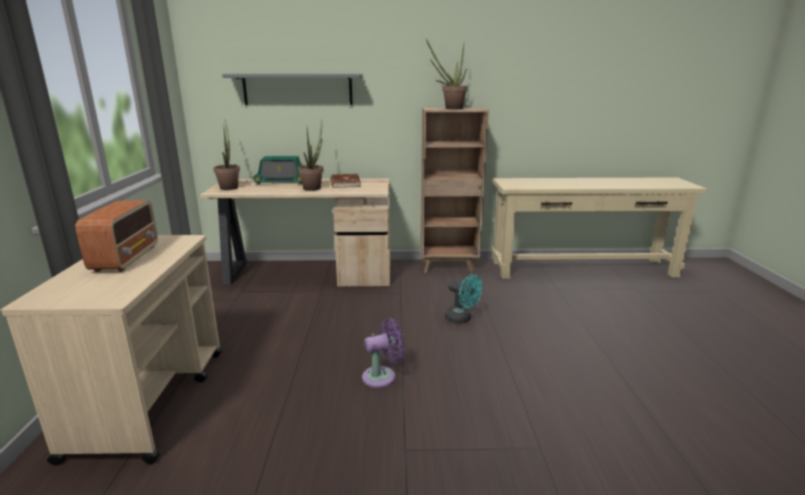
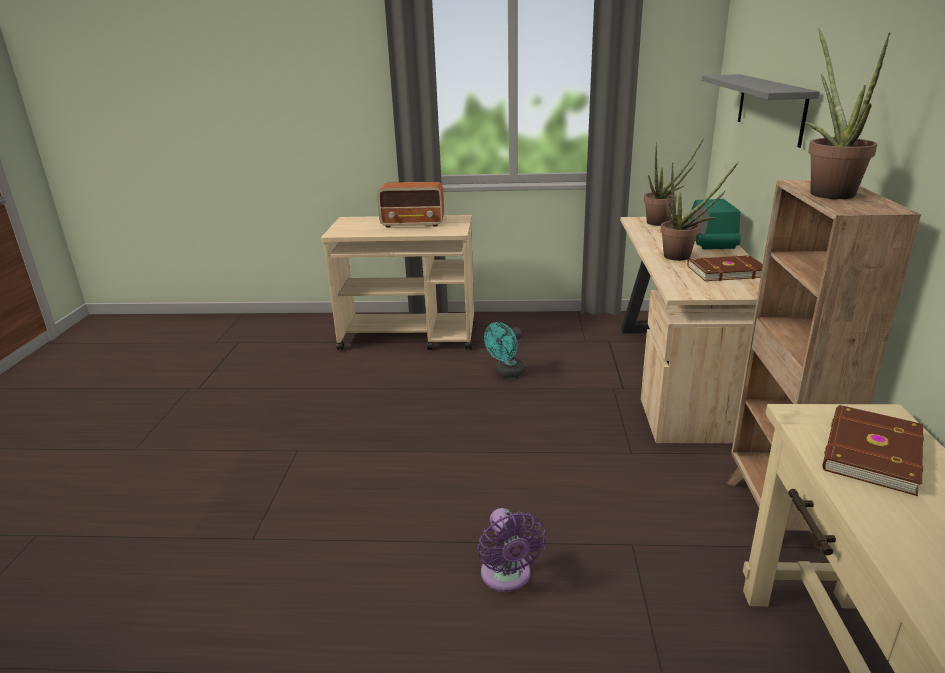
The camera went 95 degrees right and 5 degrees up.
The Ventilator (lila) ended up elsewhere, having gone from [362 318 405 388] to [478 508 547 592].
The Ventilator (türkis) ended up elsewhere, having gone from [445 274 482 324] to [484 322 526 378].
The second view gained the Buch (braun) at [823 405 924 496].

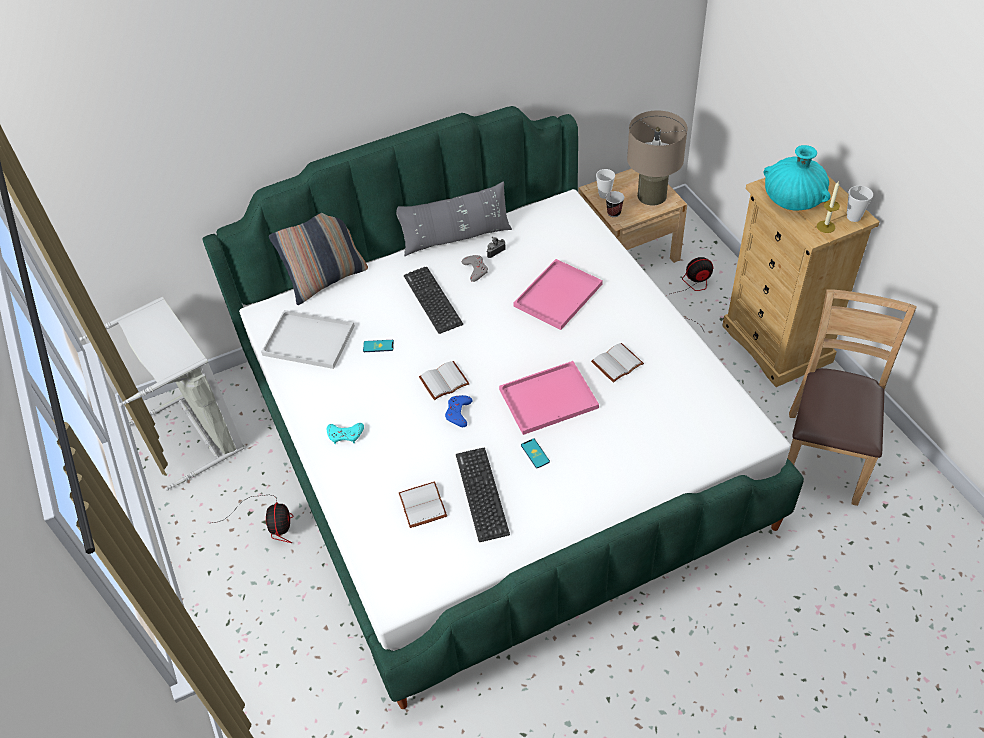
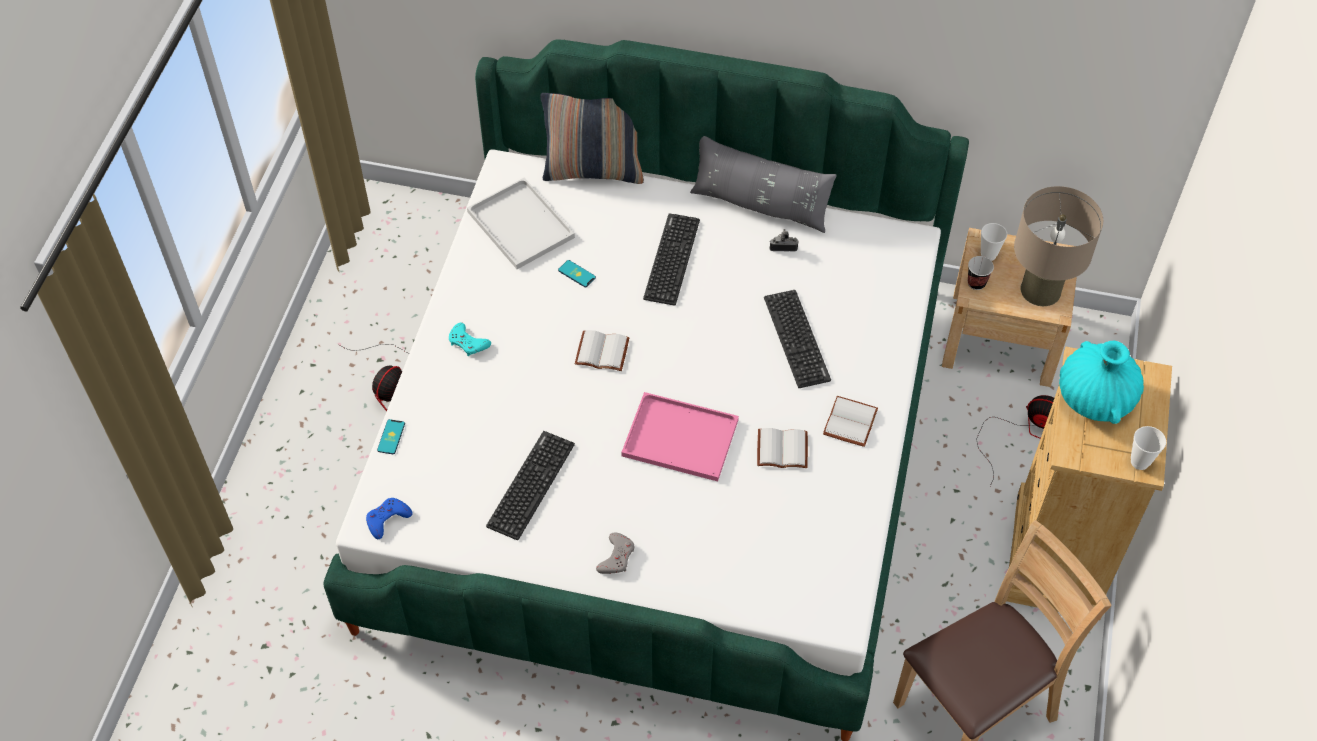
The camera went 35 degrees right and 5 degrees up.
The second view lost the Wäschekorb (grau) at [79 297 244 490].
The Buch (weiß) ended up elsewhere, having gone from [399 482 447 528] to [823 396 878 447].
The Gamepad (blau) ended up elsewhere, having gone from [445 395 472 427] to [366 498 413 539].
The Gamepad (grau) ended up elsewhere, having gone from [462 255 488 282] to [596 532 634 574].
Where the Tablett (rosa) stood at [513 259 603 330], the Tastatur came to stand at [764 290 831 388].
The Handy ended up elsewhere, having gone from [521 438 550 468] to [377 419 405 454].
The second view lost the Kerze at [817 181 840 233].

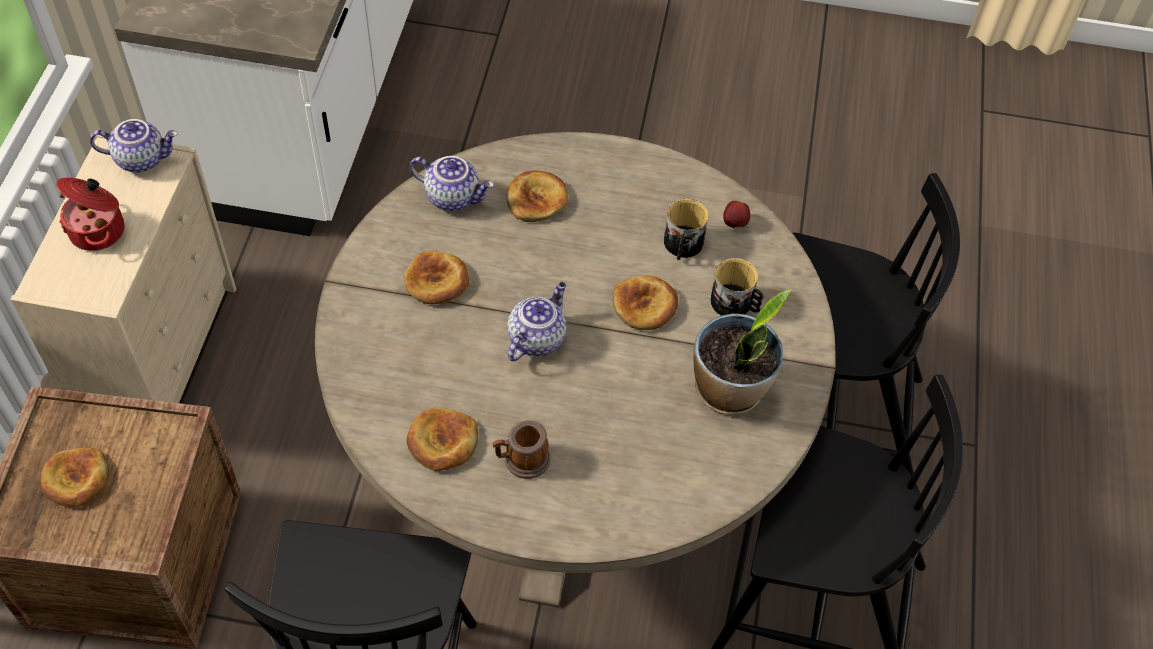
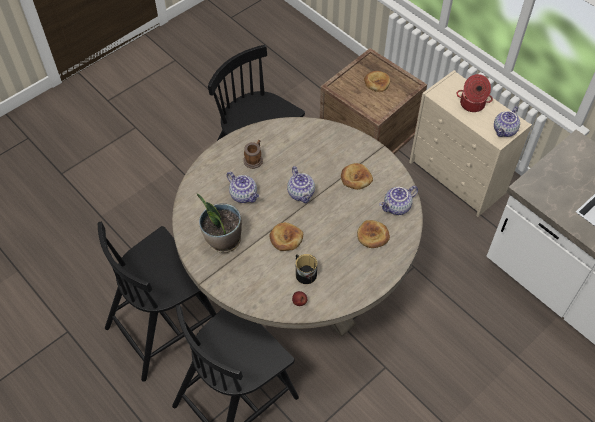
The camera went 130 degrees right and 0 degrees up.
The second view lost the Brot at [406 407 478 471].
The second view lost the Henkelbecher at [710 258 763 316].
The second view gained the Teekanne at [227 172 259 203].

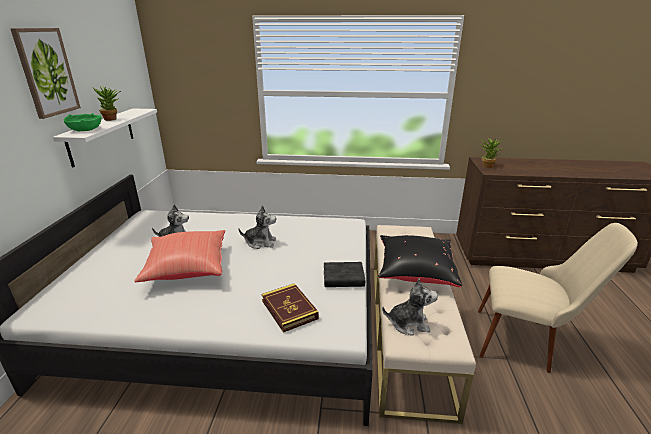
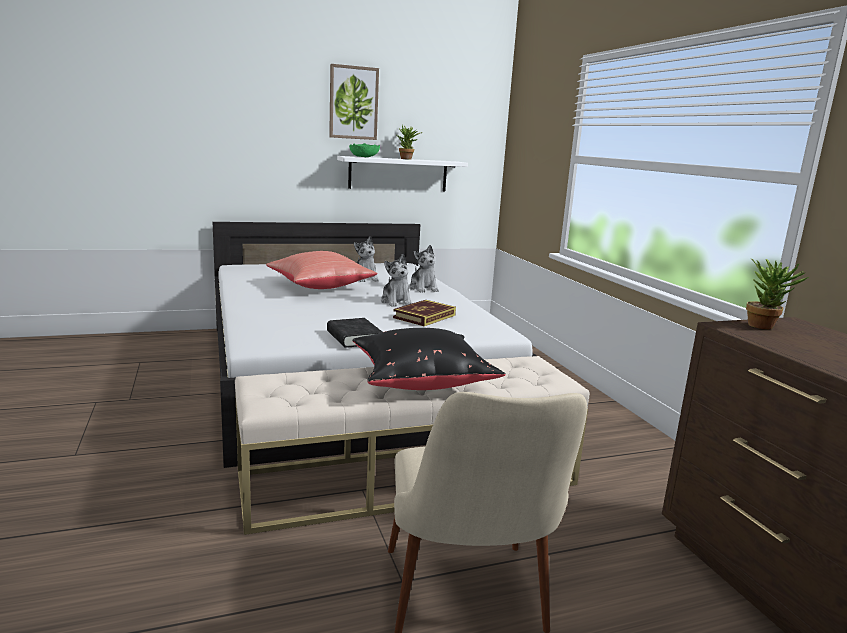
The camera went 65 degrees right and 10 degrees down.
The Buch ended up elsewhere, having gone from [262 283 319 333] to [393 300 456 326].
The Plüschtier ended up elsewhere, having gone from [382 278 438 336] to [409 245 439 292].

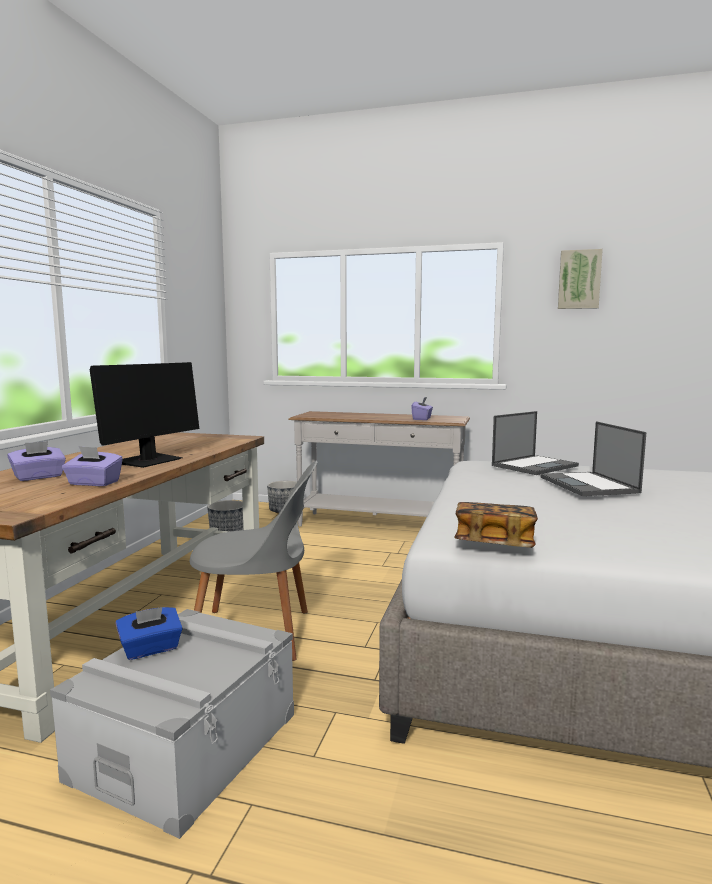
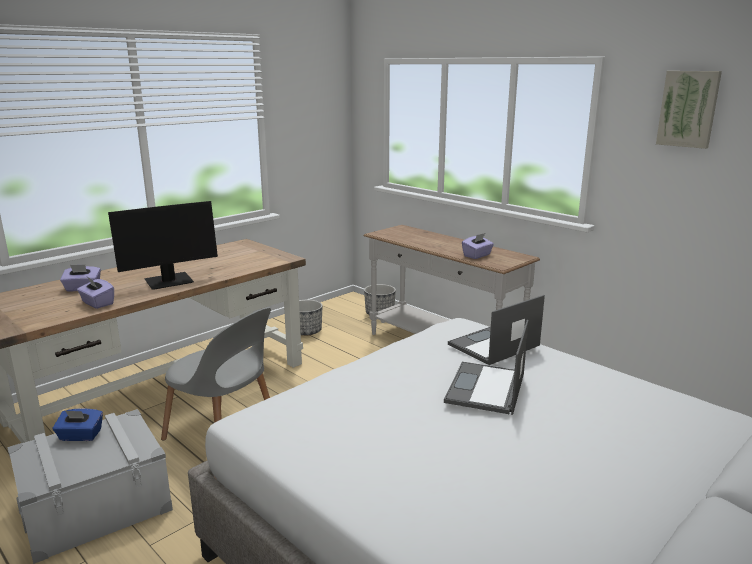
The camera went 30 degrees right and 10 degrees up.
The second view lost the Buch at [454 502 538 548].
The Laptop at [492 411 579 475] ended up facing another way, 150 degrees clockwise from before.

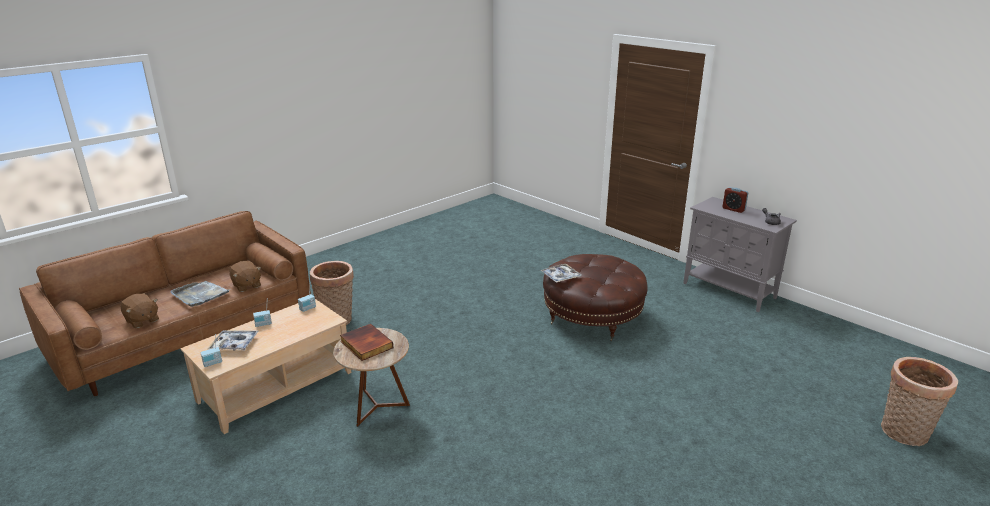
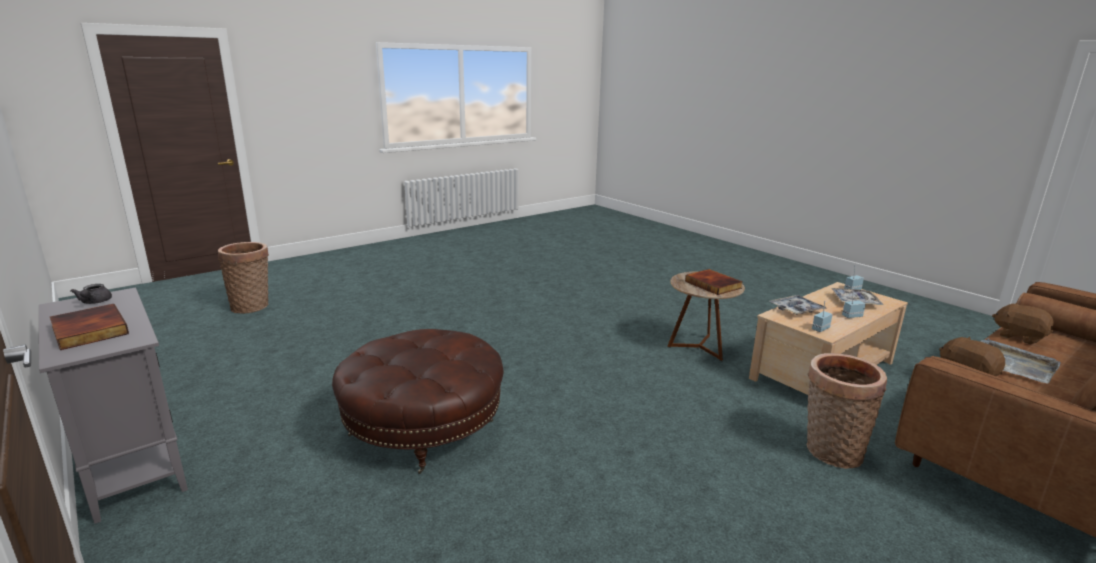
The camera went 175 degrees left and 5 degrees down.
The Tablett ended up elsewhere, having gone from [540 264 582 283] to [770 295 827 315].
Where the Wecker stood at [722 187 748 213], the Buch came to stand at [50 304 129 350].

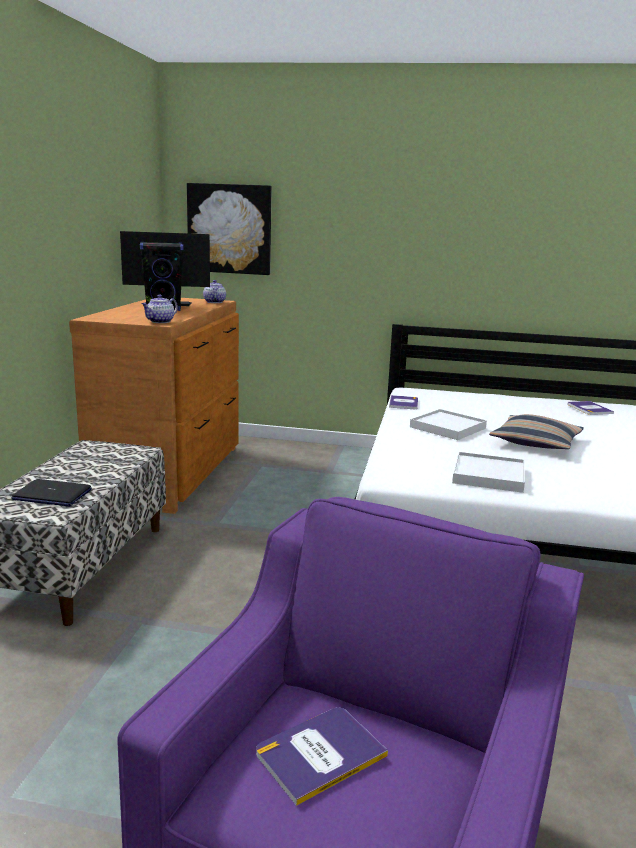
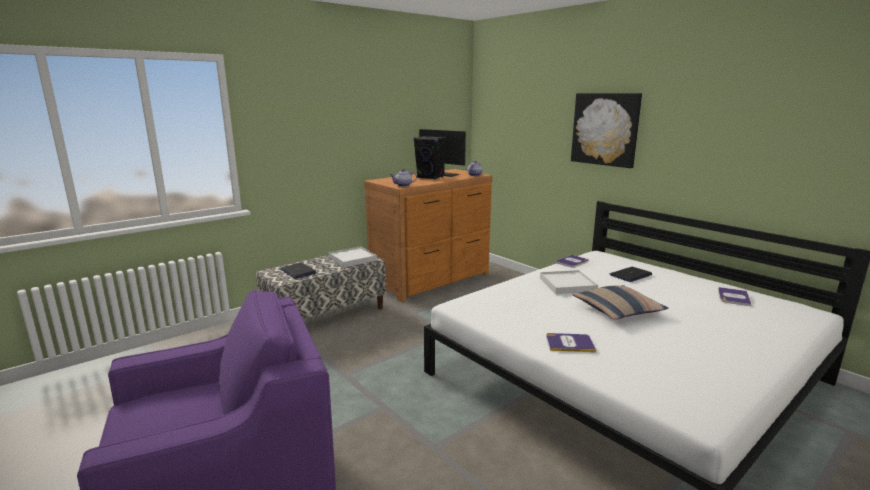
The camera went 40 degrees right and 0 degrees up.
The Bild ended up elsewhere, having gone from [187 183 272 275] to [571 93 642 168].
The Buch ended up elsewhere, having gone from [256 707 388 806] to [546 333 596 352].
The Tablett (weiß) ended up elsewhere, having gone from [452 452 525 493] to [329 246 377 267].
The second view gained the Laptop at [610 267 652 282].

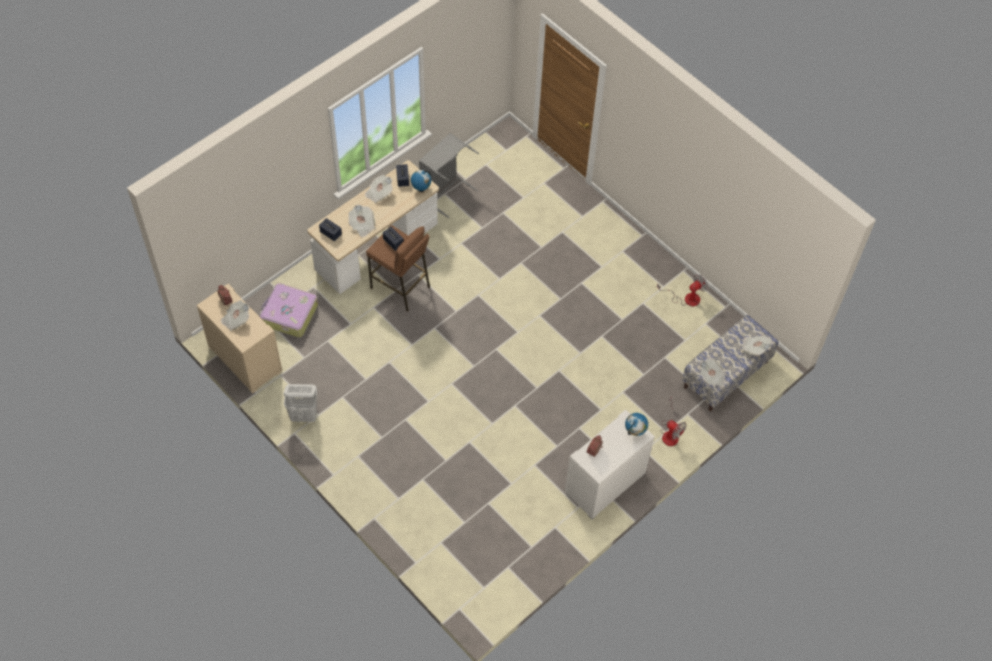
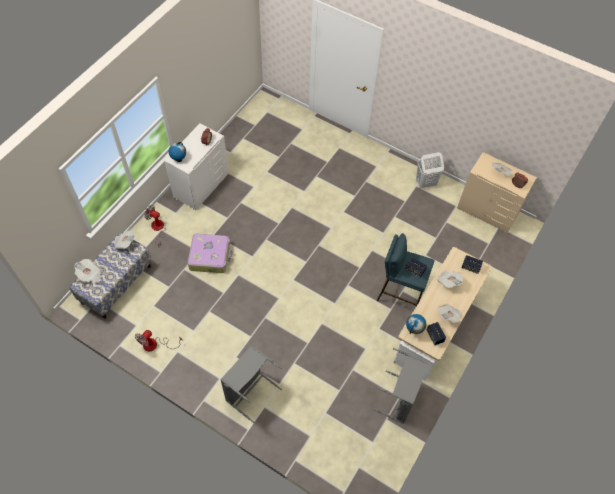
The camera went 165 degrees right and 0 degrees up.
The Koffer ended up elsewhere, having gone from [260 283 318 337] to [188 234 233 273].
What was the Hocker (braun) at [366 225 430 312] turned into the Hocker (blau) at [377 233 435 306].
The second view gained the Wäschekorb (grau) at [220 345 282 423].

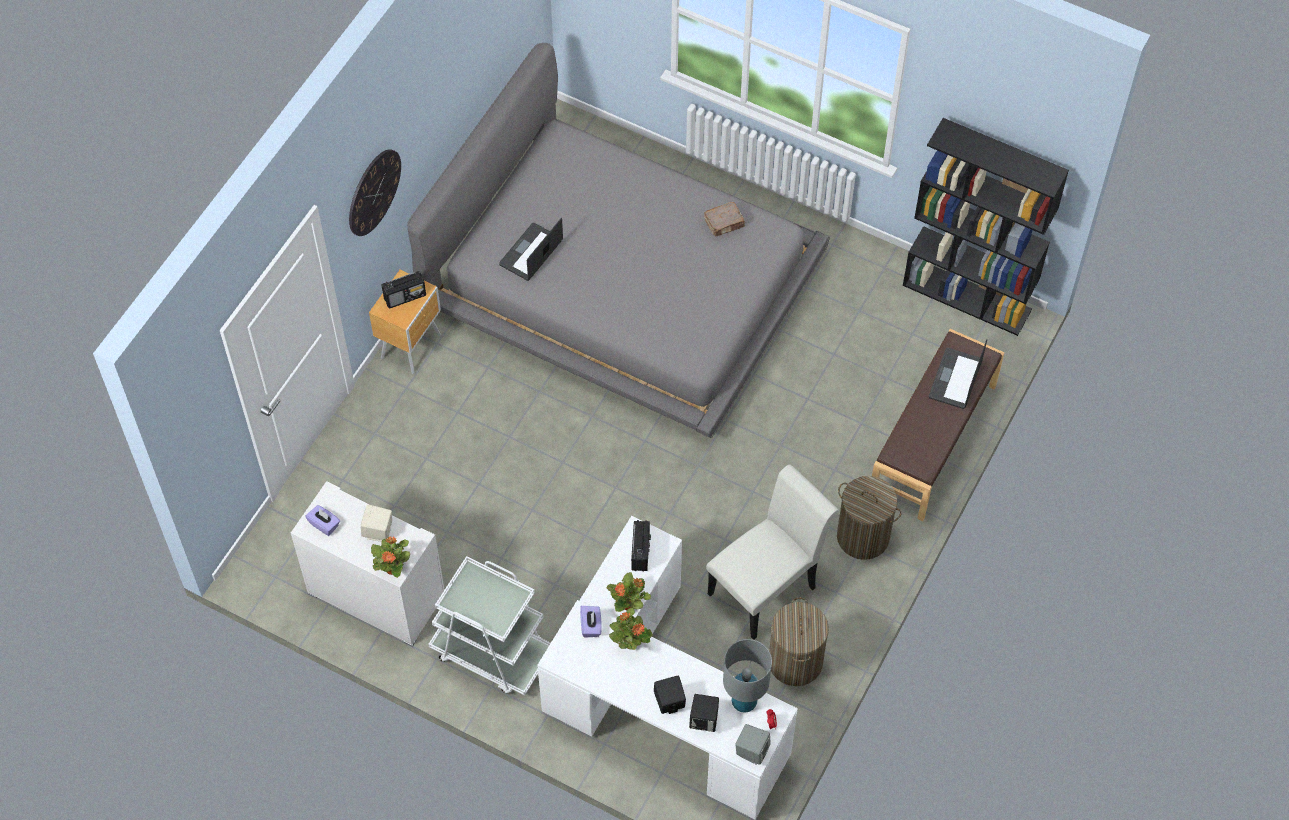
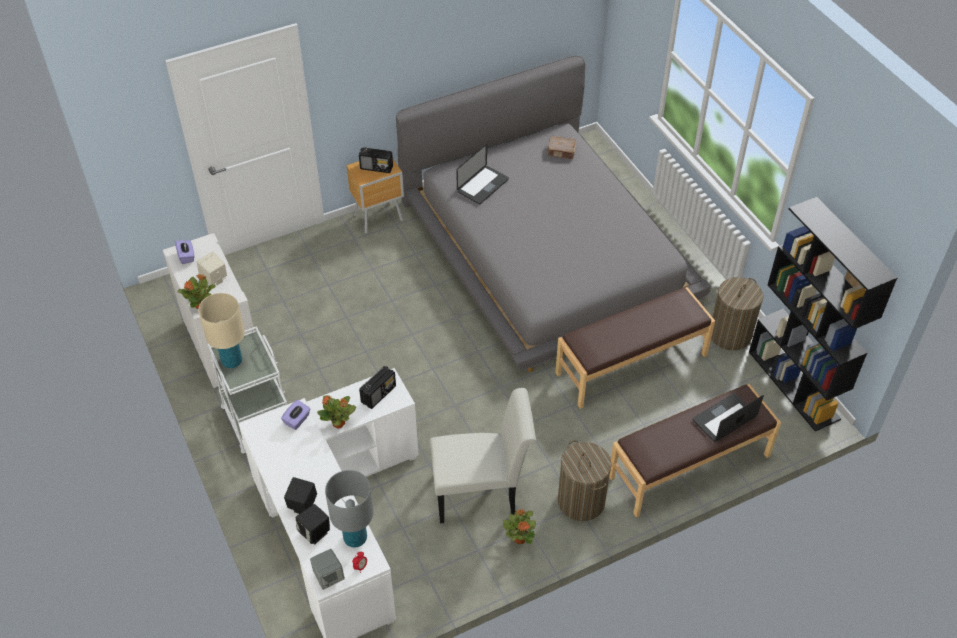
The camera went 35 degrees right and 10 degrees down.
The second view lost the Wanduhr at [349 149 401 236].
The Laptop at [499 218 563 281] ended up facing another way, 150 degrees clockwise from before.
The Topfpflanze ended up elsewhere, having gone from [609 608 653 650] to [503 509 536 544].
The Buch (braun) ended up elsewhere, having gone from [704 202 745 236] to [548 136 576 159].
The Wäschekorb ended up elsewhere, having gone from [769 597 829 686] to [711 277 763 350].
The second view gained the Tischlampe (beige) at [198 293 245 368].
The second view gained the Bank (braun) at [555 287 715 409].

